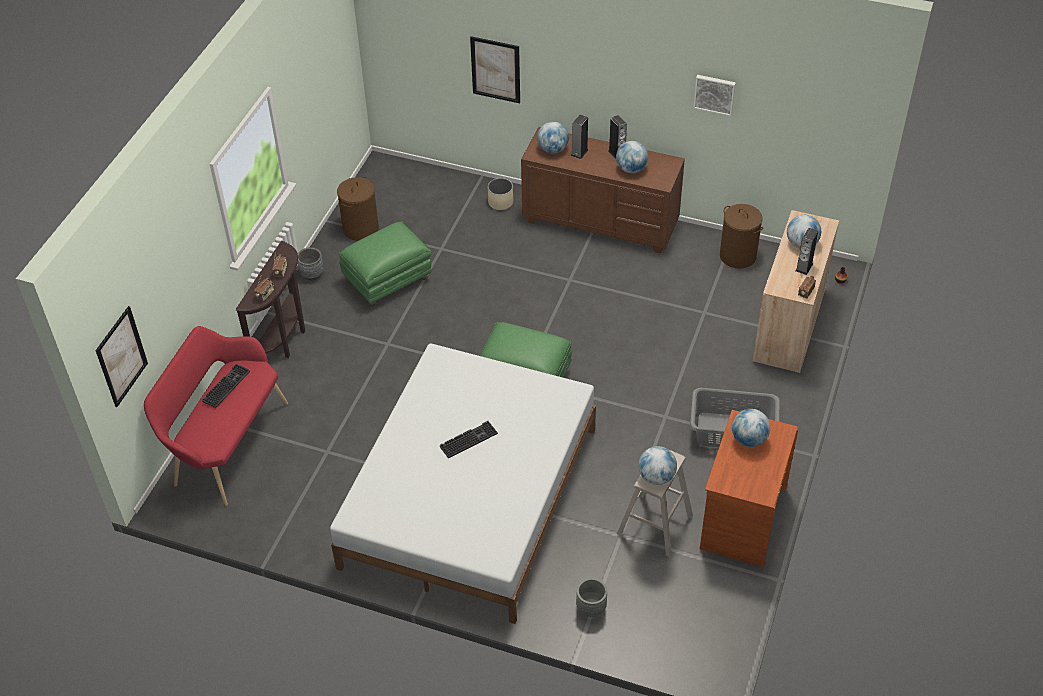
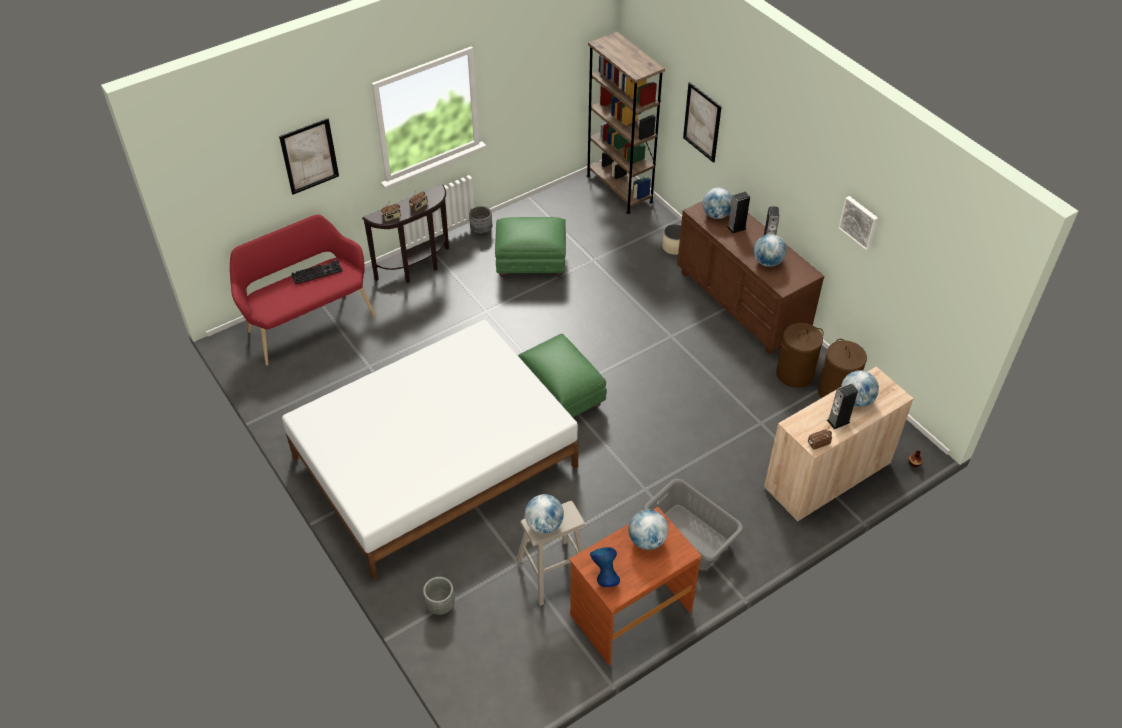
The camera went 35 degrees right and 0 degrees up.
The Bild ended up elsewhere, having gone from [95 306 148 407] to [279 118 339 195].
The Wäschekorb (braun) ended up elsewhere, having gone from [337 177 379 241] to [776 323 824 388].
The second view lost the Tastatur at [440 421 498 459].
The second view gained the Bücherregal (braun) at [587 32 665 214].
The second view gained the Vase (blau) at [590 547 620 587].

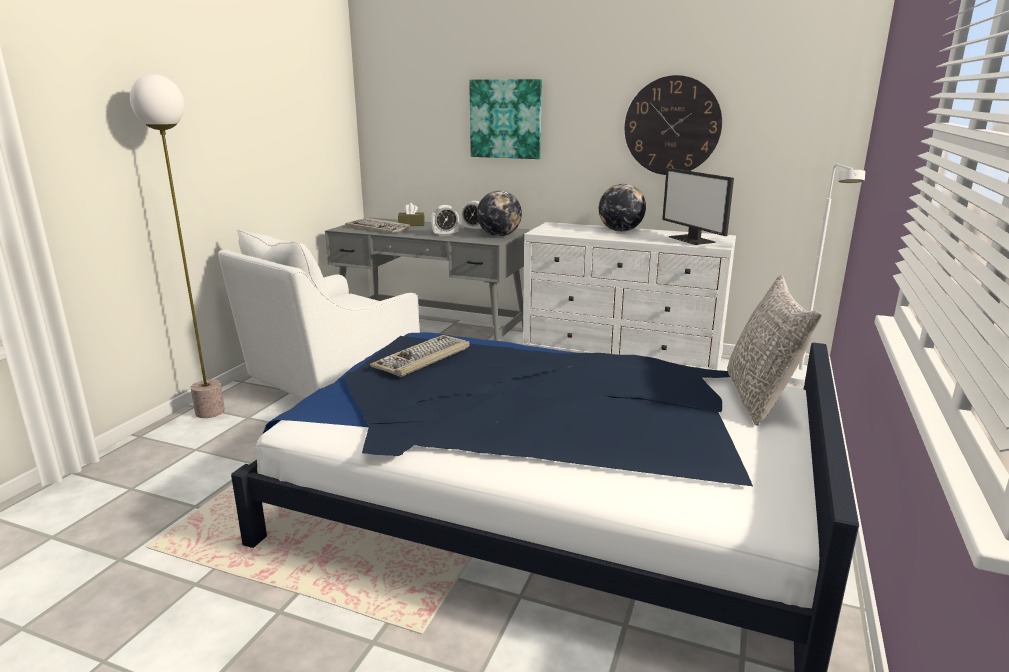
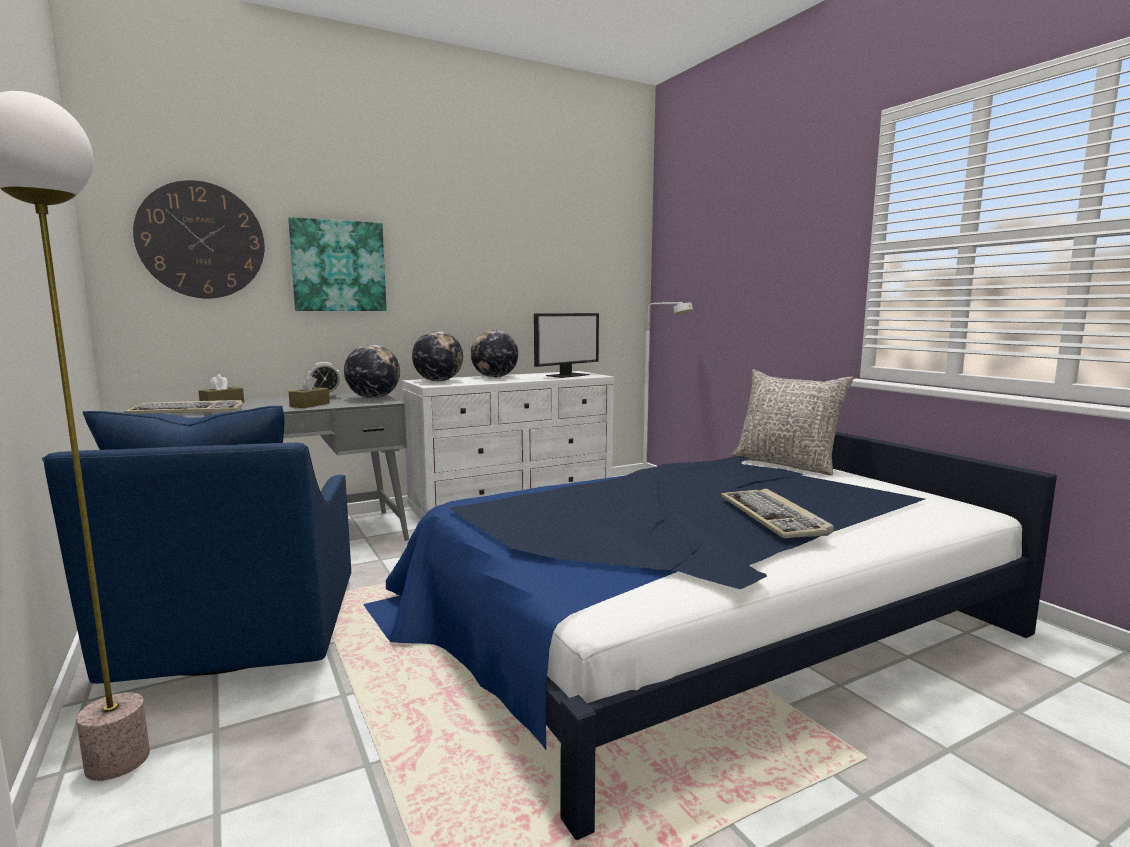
The camera went 50 degrees left and 10 degrees down.
What was the Sessel (weiß) at [218 230 420 399] turned into the Sessel (blau) at [42 406 351 684].
The Tastatur ended up elsewhere, having gone from [370 335 470 377] to [721 489 834 538].
Where the Wecker stood at [431 205 459 237], the Taschentuchbox (braun) came to stand at [289 375 330 408].
The Wanduhr ended up elsewhere, having gone from [625 75 722 175] to [133 180 264 298].
The Monitor at [662 168 734 245] ended up facing another way, 60 degrees counterclockwise from before.
The second view gained the Globus at [412 331 463 382].

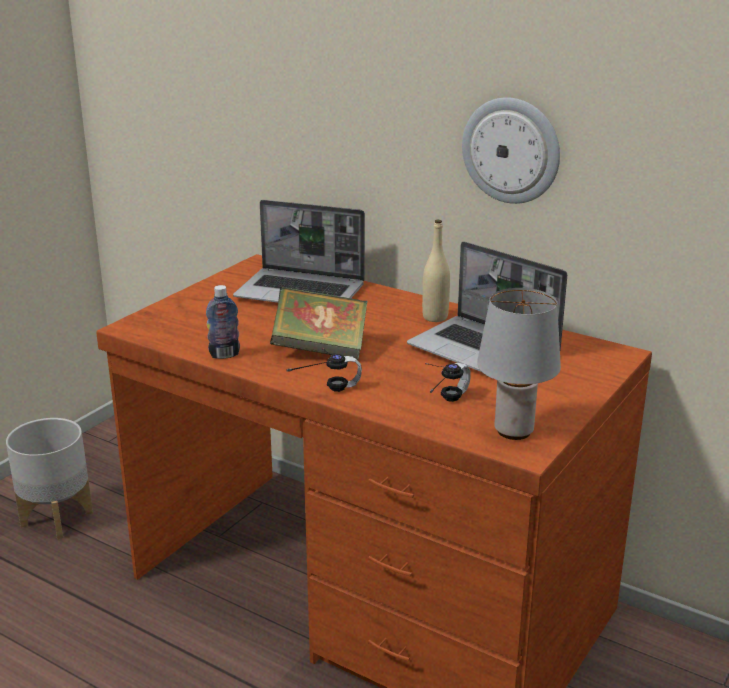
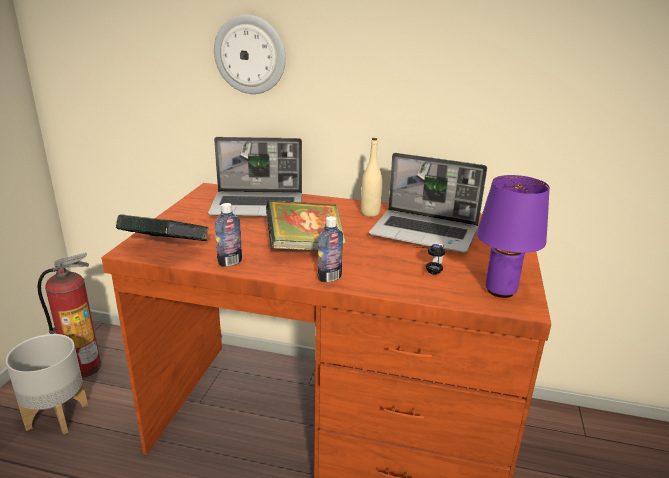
The camera went 20 degrees left and 0 degrees up.
Where the Kopfhörer stood at [286 348 362 392], the Flasche came to stand at [318 216 343 282].
The Wanduhr ended up elsewhere, having gone from [462 97 560 204] to [214 14 286 94].
What was the Tischlampe (grau) at [477 288 561 440] turned into the Tischlampe (lila) at [477 175 550 298].
The second view gained the Feuerlöscher at [38 253 101 378].
The second view gained the Buch at [116 215 210 241].

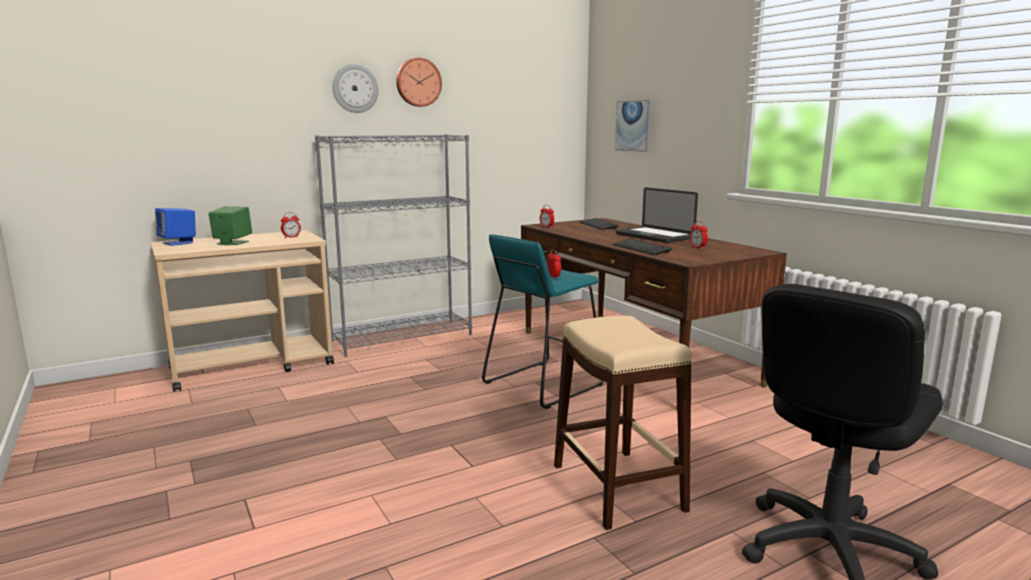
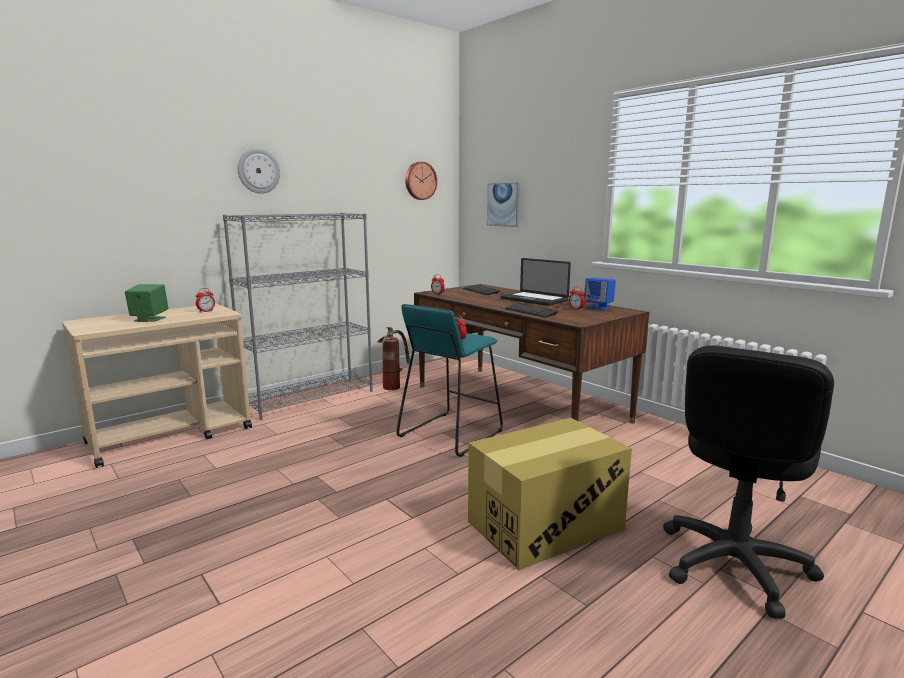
The camera went 10 degrees left and 0 degrees up.
The Lautsprecher (blau) ended up elsewhere, having gone from [155 208 196 246] to [584 278 616 310].
The Wanduhr ended up elsewhere, having gone from [396 58 442 107] to [405 162 437 200].
Where the Hocker (beige) stood at [554 316 692 530], the Karton came to stand at [468 418 632 570].
The second view gained the Feuerlöscher at [377 327 410 390].

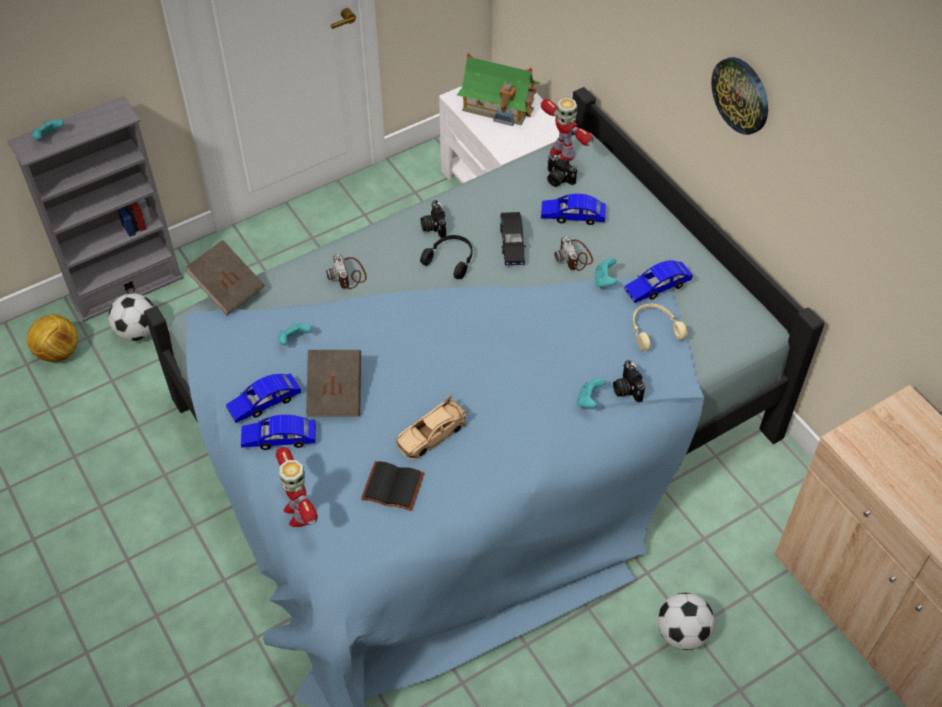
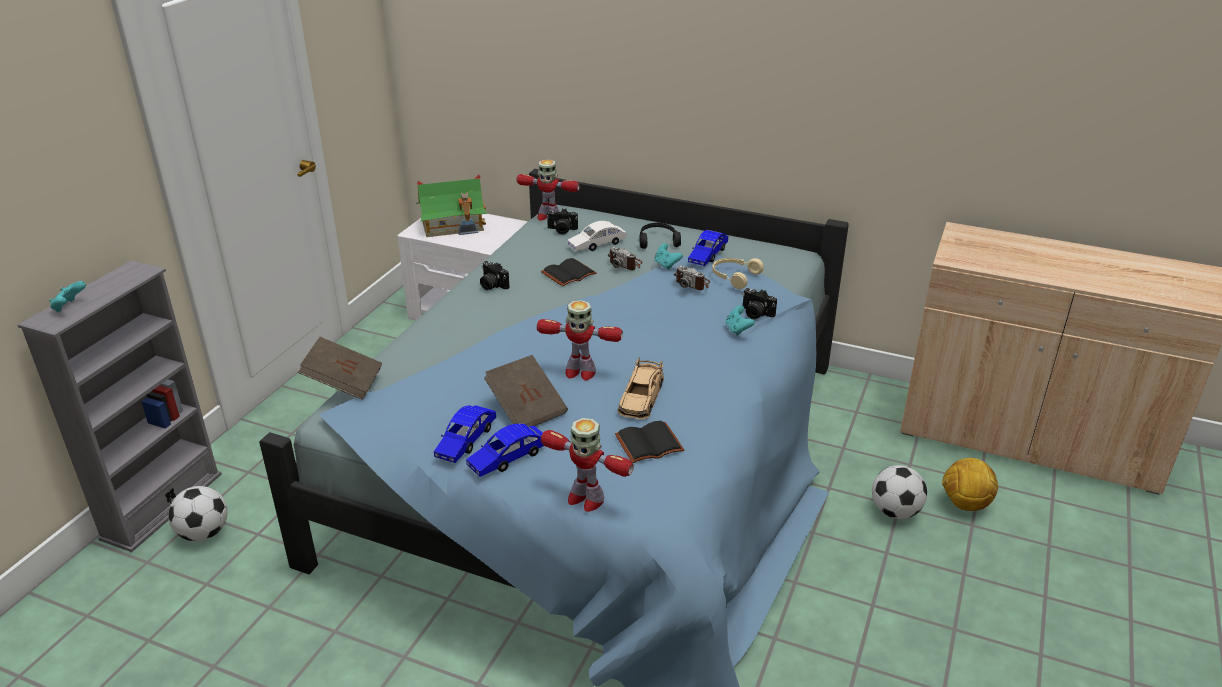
The camera went 35 degrees left and 20 degrees down.
The Fußball ended up elsewhere, having gone from [27 314 78 362] to [942 458 998 511].
The second view lost the Gamepad (türkis) at [278 323 312 345].
The Kamera ended up elsewhere, having gone from [326 254 367 289] to [674 265 710 290].
The Kopfhörer (schwarz) ended up elsewhere, having gone from [420 235 472 279] to [639 223 681 249].
Where the Spielzeugauto (schwarz) stood at [500 212 526 266], the Buch (schwarz) came to stand at [541 258 597 286].
What was the Spielzeugauto (blau) at [541 194 606 225] turned into the Spielzeugauto (weiß) at [568 221 627 251].
The second view lost the Wanduhr at [711 57 768 135].
The second view gained the Spielzeugroboter at [537 300 623 381].

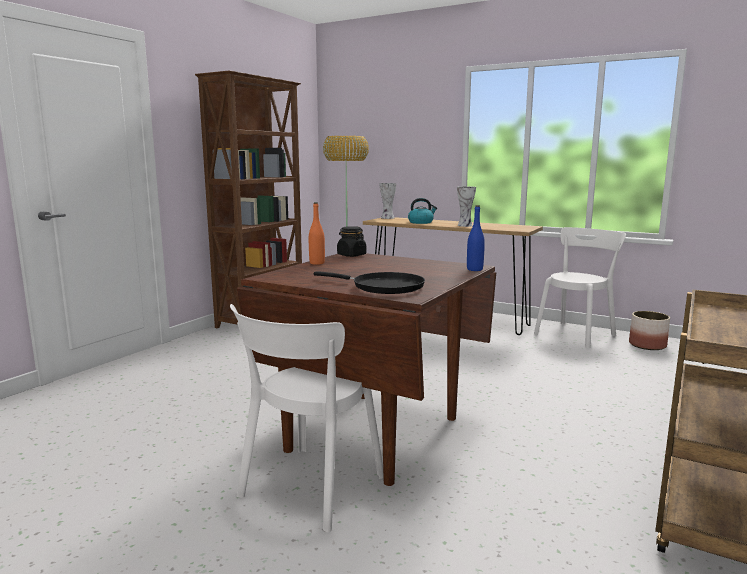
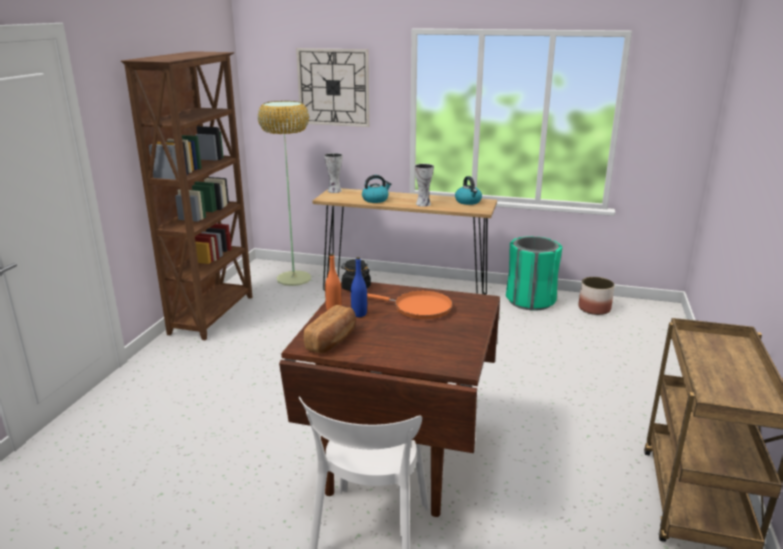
The camera went 15 degrees left and 10 degrees up.
The second view lost the Pfanne (schwarz) at [314 271 425 294].
The Flasche (blau) ended up elsewhere, having gone from [467 205 485 271] to [351 257 367 317].
Where the Stuhl (weiß) stood at [534 227 626 348], the Mülleimer (grün) came to stand at [506 236 562 311].
The second view gained the Wanduhr at [296 48 369 127].
The second view gained the Brot at [304 305 356 353].
The second view gained the Pfanne (orange) at [367 290 453 319].
The second view gained the Wasserkessel at [455 176 482 205].

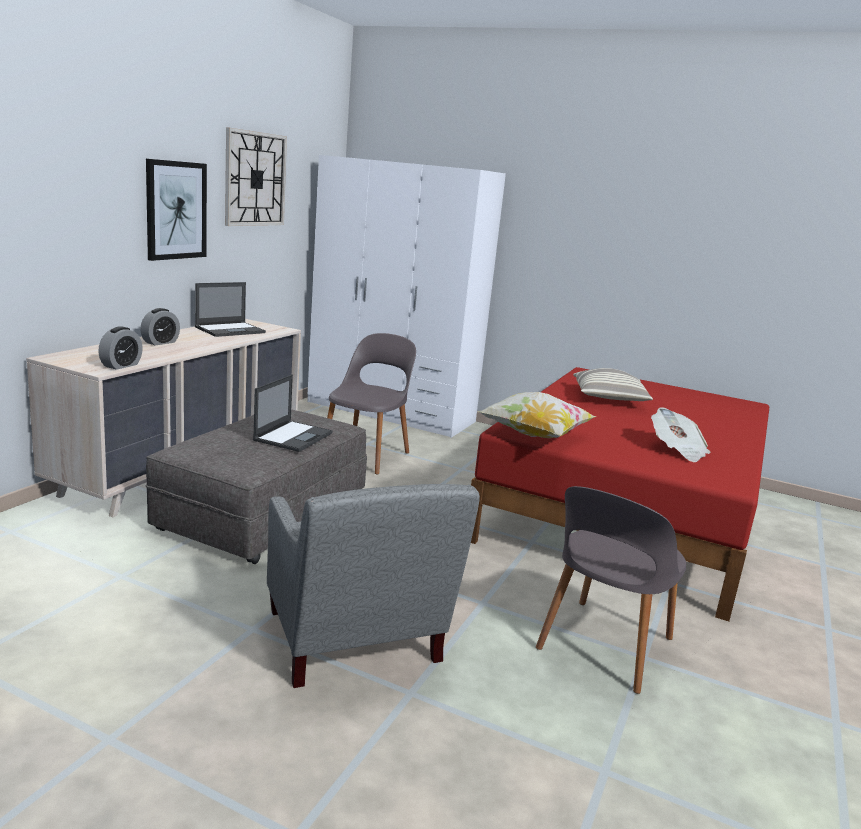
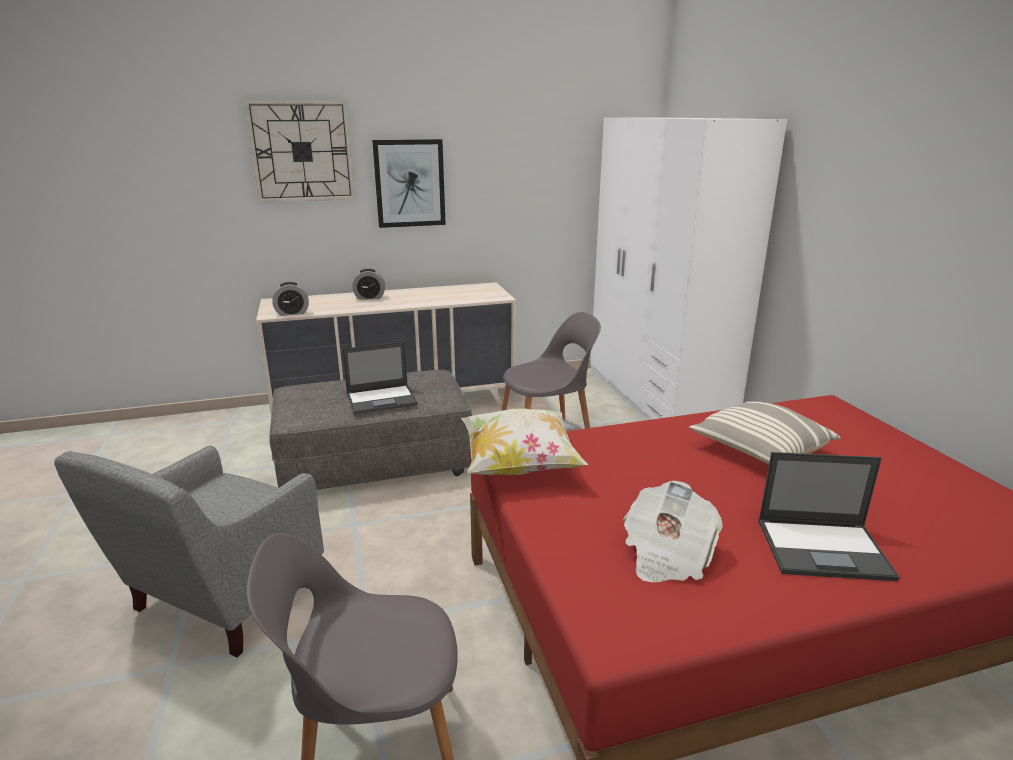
The camera went 50 degrees right and 5 degrees up.
The Laptop ended up elsewhere, having gone from [195 282 266 337] to [758 452 900 581].
The Wanduhr ended up elsewhere, having gone from [225 127 287 226] to [244 100 355 203].

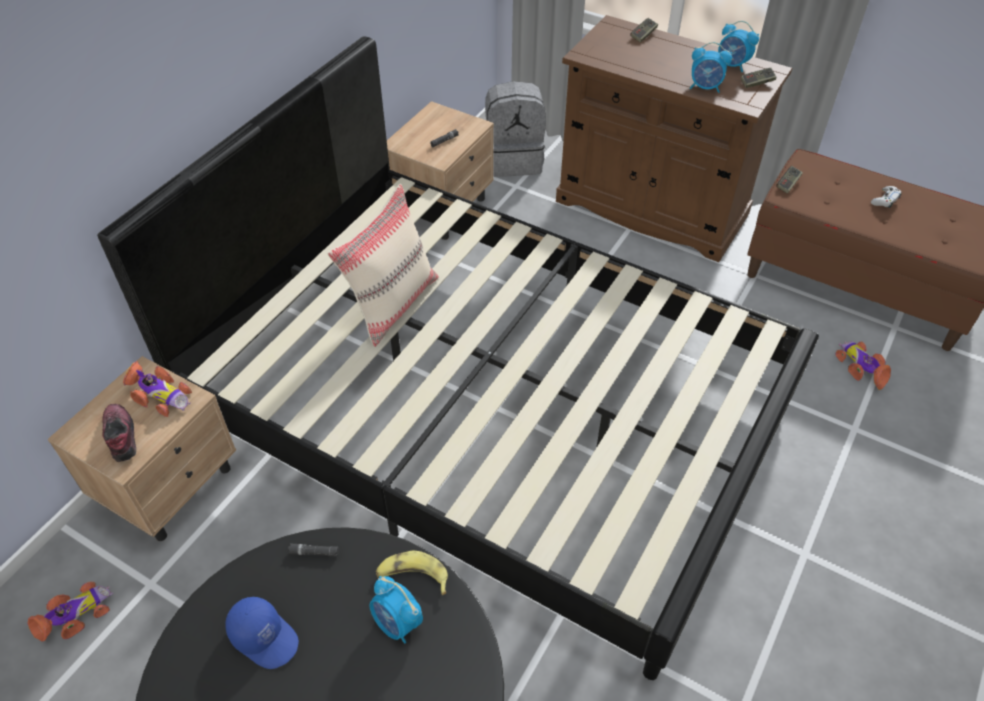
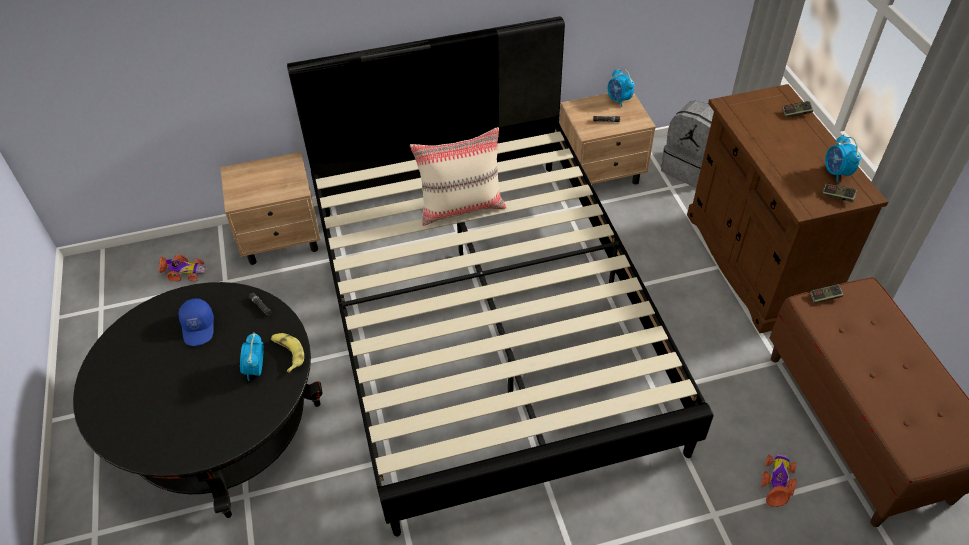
The camera went 45 degrees right and 0 degrees up.
The second view lost the Schuh at [102 404 136 462].
The second view lost the Spielzeugauto at [123 361 192 417].
The Wecker ended up elsewhere, having gone from [690 42 732 93] to [608 69 635 107].
The second view lost the Gamepad (weiß) at [871 186 902 208].

